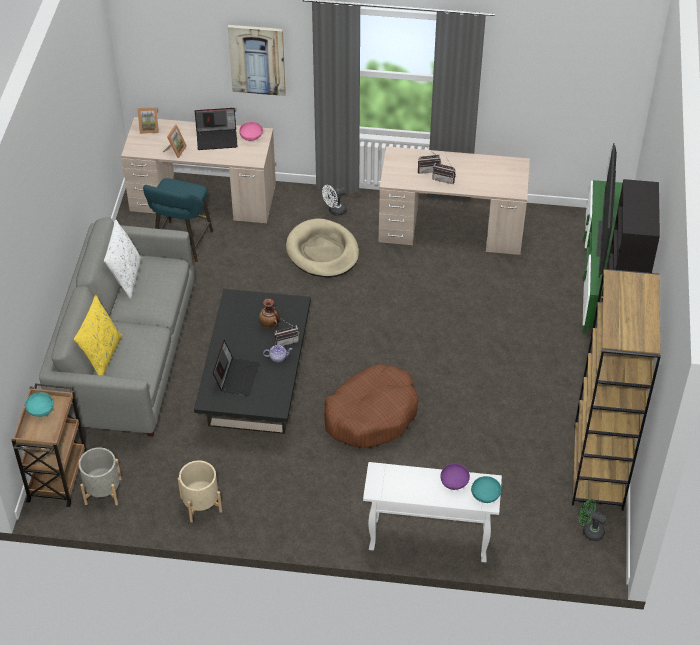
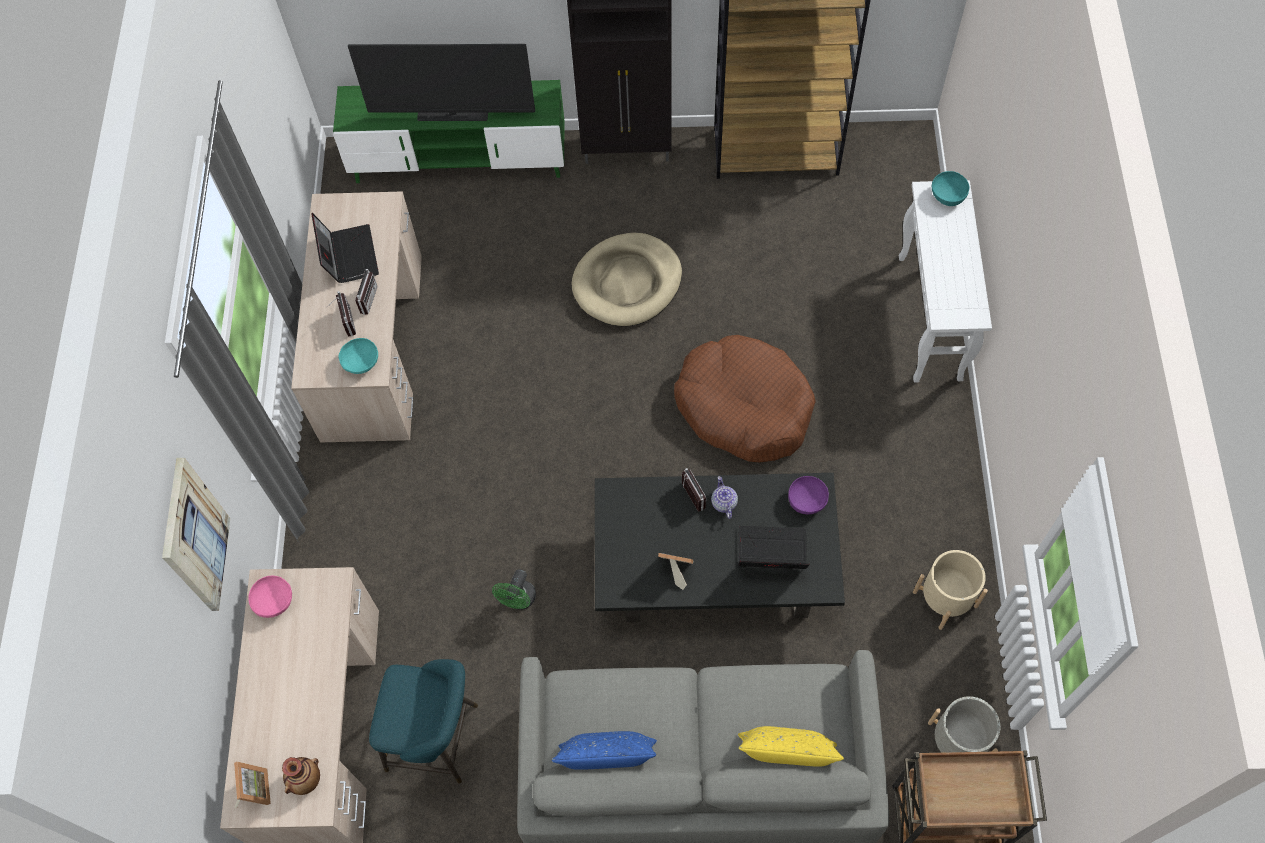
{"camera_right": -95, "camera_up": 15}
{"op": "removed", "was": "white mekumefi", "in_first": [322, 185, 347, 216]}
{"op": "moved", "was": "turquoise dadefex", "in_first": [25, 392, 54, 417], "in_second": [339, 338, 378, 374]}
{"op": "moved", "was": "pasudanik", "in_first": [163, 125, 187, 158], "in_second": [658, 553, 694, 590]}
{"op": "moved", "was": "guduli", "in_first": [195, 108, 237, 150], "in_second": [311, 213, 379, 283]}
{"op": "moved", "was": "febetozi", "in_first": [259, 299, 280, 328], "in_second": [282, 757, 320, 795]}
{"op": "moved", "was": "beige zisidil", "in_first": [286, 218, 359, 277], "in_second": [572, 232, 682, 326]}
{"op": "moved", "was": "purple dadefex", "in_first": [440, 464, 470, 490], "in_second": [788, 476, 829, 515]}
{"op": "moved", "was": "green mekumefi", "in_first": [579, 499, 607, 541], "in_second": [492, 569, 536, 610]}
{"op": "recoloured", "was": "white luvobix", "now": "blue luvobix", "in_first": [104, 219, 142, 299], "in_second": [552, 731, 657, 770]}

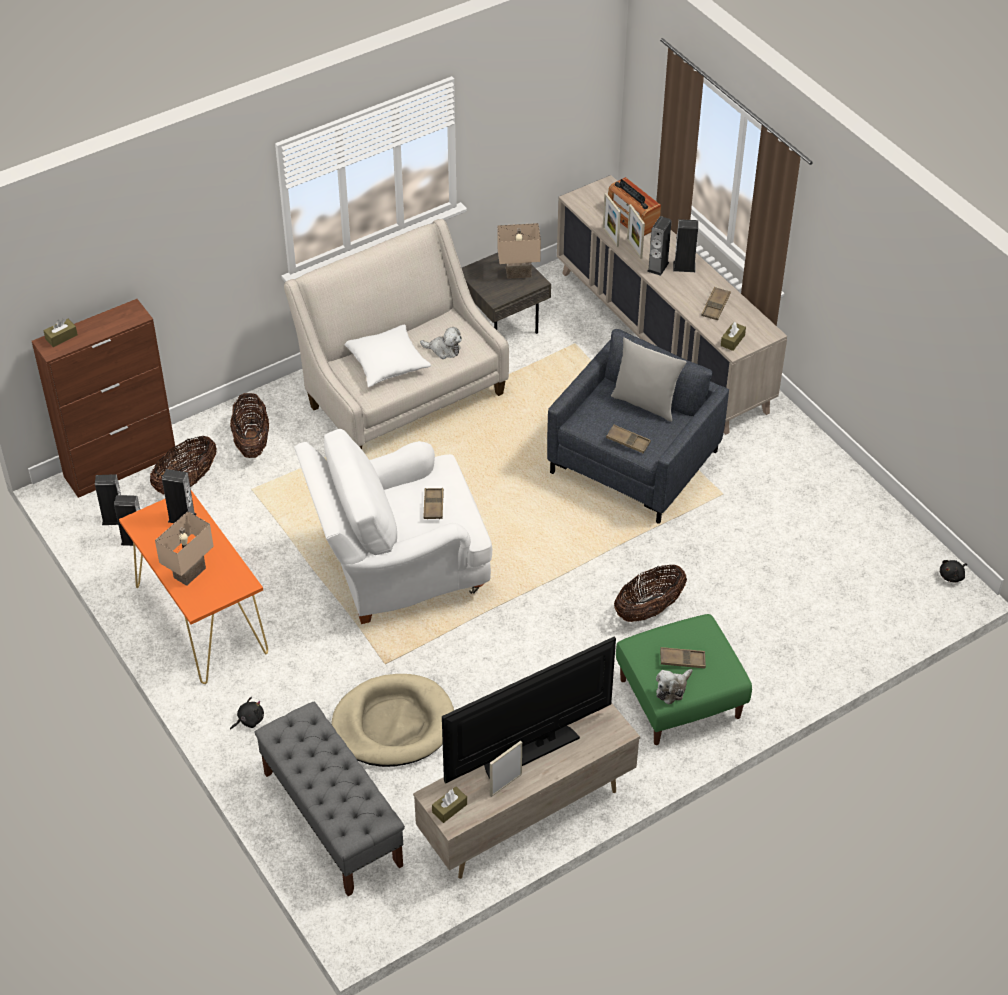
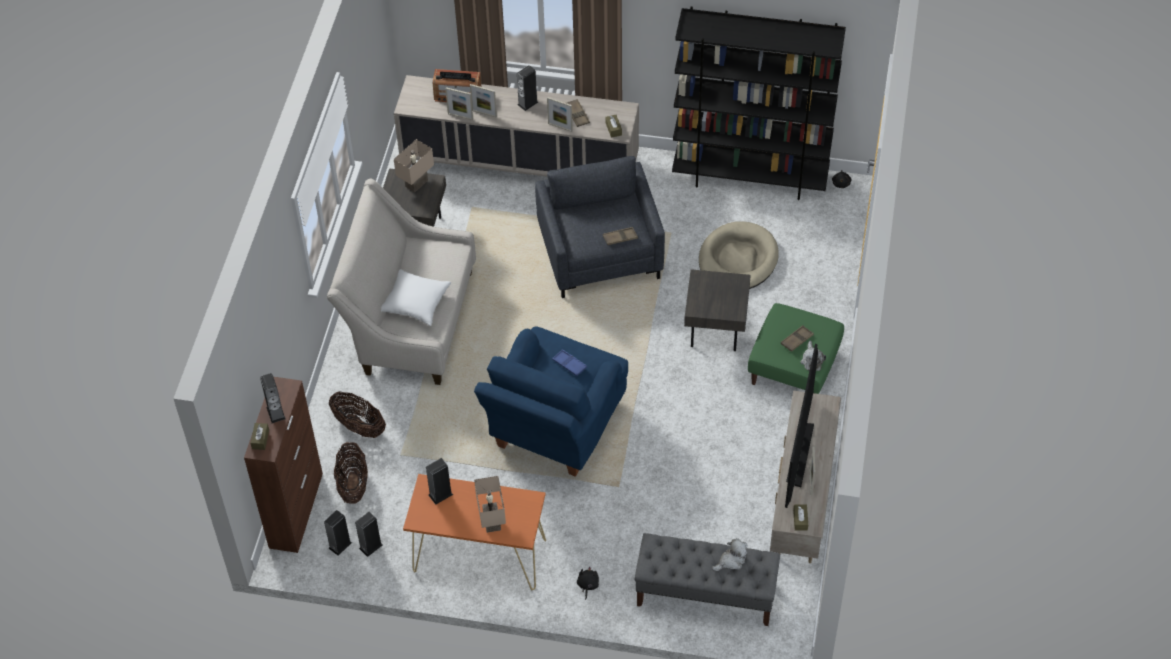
{"camera_right": -45, "camera_up": 5}
{"op": "removed", "was": "grey luvobix", "in_first": [611, 337, 686, 422]}
{"op": "added", "now": "pasudanik", "in_second": [547, 97, 573, 132]}
{"op": "added", "now": "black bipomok", "in_second": [672, 7, 846, 200]}
{"op": "moved", "was": "beige zisidil", "in_first": [331, 674, 454, 767], "in_second": [699, 222, 779, 289]}
{"op": "moved", "was": "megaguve", "in_first": [420, 327, 462, 359], "in_second": [712, 538, 748, 571]}
{"op": "moved", "was": "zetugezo", "in_first": [647, 216, 671, 276], "in_second": [260, 373, 285, 423]}
{"op": "replaced", "was": "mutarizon", "now": "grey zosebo", "in_first": [614, 564, 687, 622], "in_second": [684, 269, 751, 351]}
{"op": "recoloured", "was": "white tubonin", "now": "blue tubonin", "in_first": [294, 428, 492, 624], "in_second": [474, 326, 628, 477]}
{"op": "recoloured", "was": "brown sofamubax", "now": "blue sofamubax", "in_first": [423, 488, 444, 519], "in_second": [552, 349, 587, 376]}

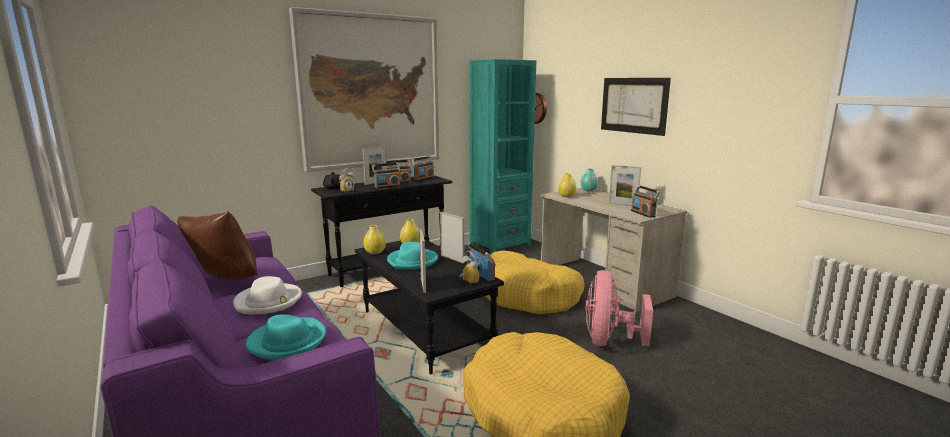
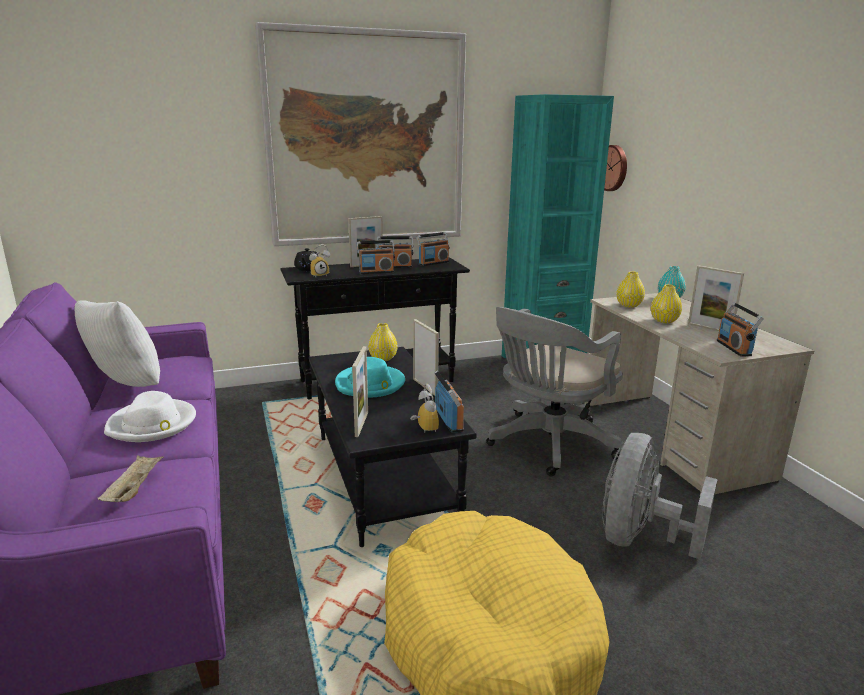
{"camera_right": 15, "camera_up": 5}
{"op": "removed", "was": "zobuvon", "in_first": [601, 78, 671, 136]}
{"op": "moved", "was": "yellow febetozi", "in_first": [363, 225, 386, 254], "in_second": [651, 284, 682, 323]}
{"op": "replaced", "was": "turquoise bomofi", "now": "beige sofamubax", "in_first": [246, 314, 326, 360], "in_second": [97, 455, 164, 502]}
{"op": "replaced", "was": "yellow zisidil", "now": "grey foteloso", "in_first": [485, 250, 585, 314], "in_second": [486, 307, 623, 476]}
{"op": "recoloured", "was": "brown luvobix", "now": "white luvobix", "in_first": [177, 211, 258, 279], "in_second": [75, 300, 160, 387]}
{"op": "recoloured", "was": "pink mekumefi", "now": "grey mekumefi", "in_first": [585, 270, 653, 346], "in_second": [602, 433, 718, 559]}

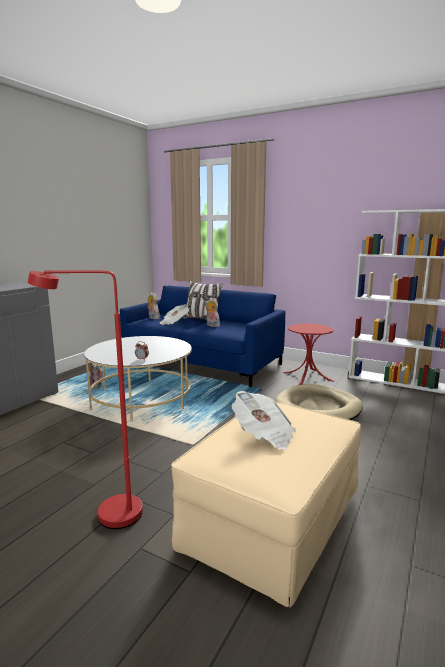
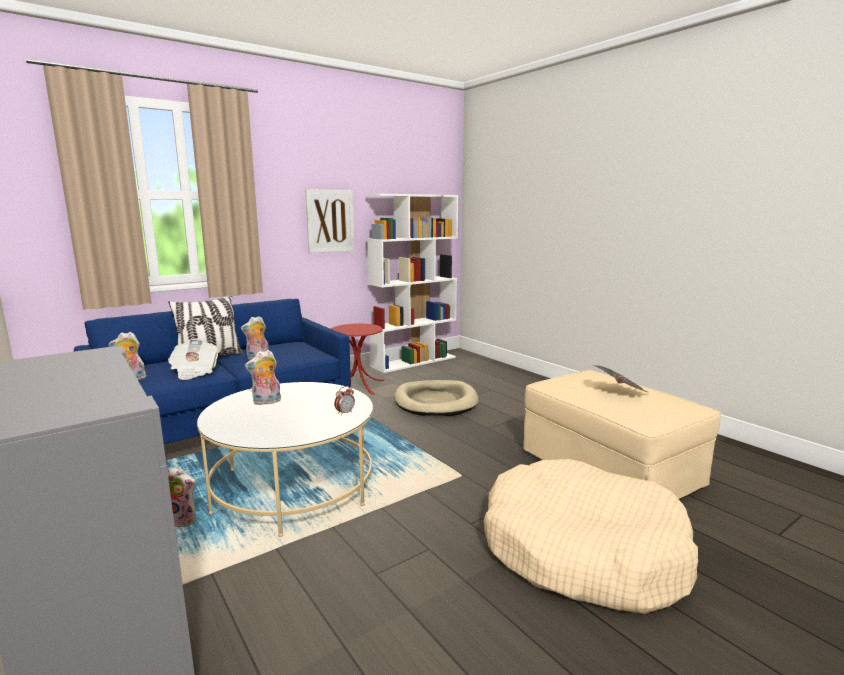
{"camera_right": -65, "camera_up": 0}
{"op": "added", "now": "megaguve", "in_second": [245, 350, 281, 405]}
{"op": "added", "now": "zobuvon", "in_second": [305, 189, 354, 253]}
{"op": "replaced", "was": "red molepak", "now": "beige zisidil", "in_first": [28, 270, 143, 529], "in_second": [484, 459, 698, 614]}

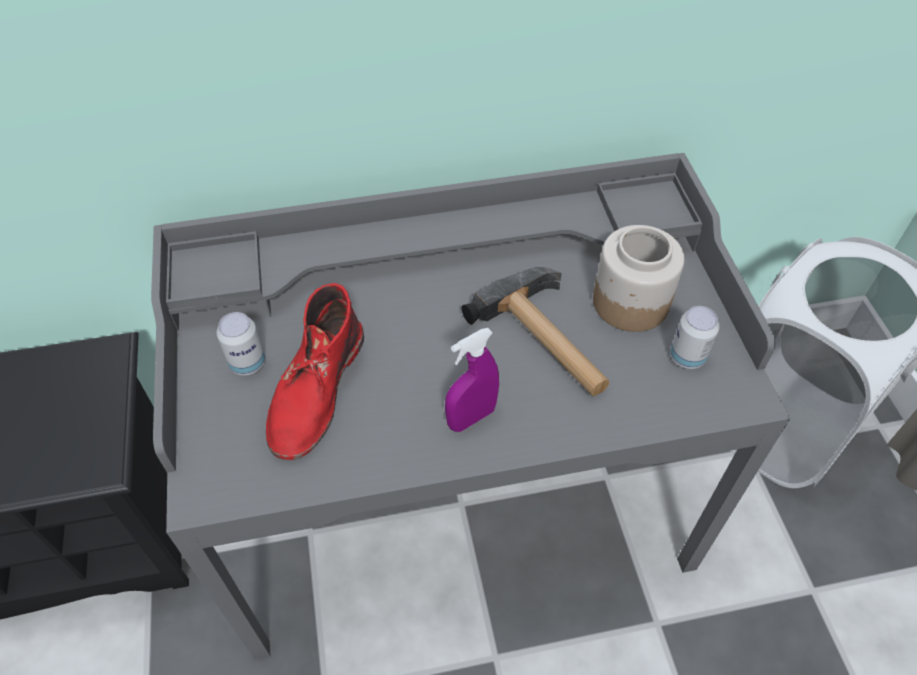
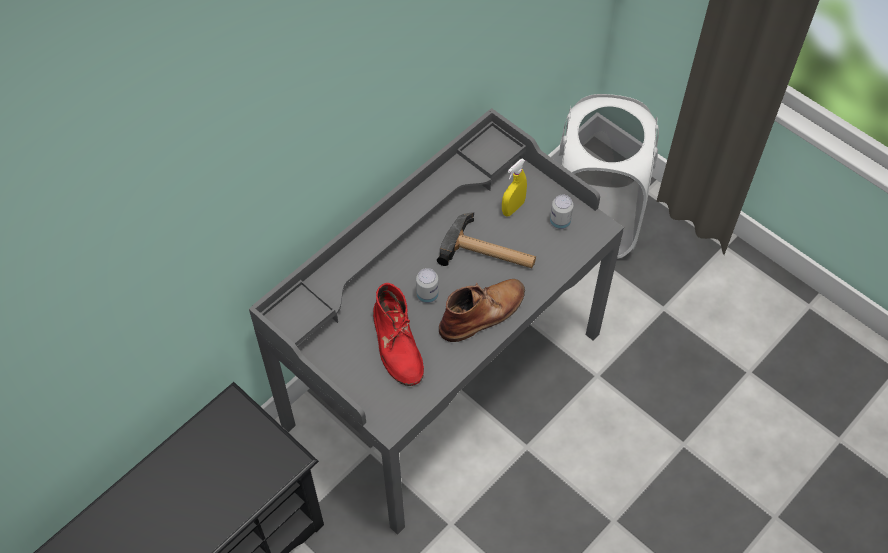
{"camera_right": -35, "camera_up": 5}
{"op": "moved", "was": "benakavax", "in_first": [217, 312, 265, 375], "in_second": [416, 268, 438, 303]}
{"op": "replaced", "was": "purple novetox", "now": "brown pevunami", "in_first": [445, 328, 499, 432], "in_second": [439, 279, 525, 342]}
{"op": "replaced", "was": "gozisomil", "now": "yellow novetox", "in_first": [593, 225, 685, 332], "in_second": [502, 159, 527, 216]}

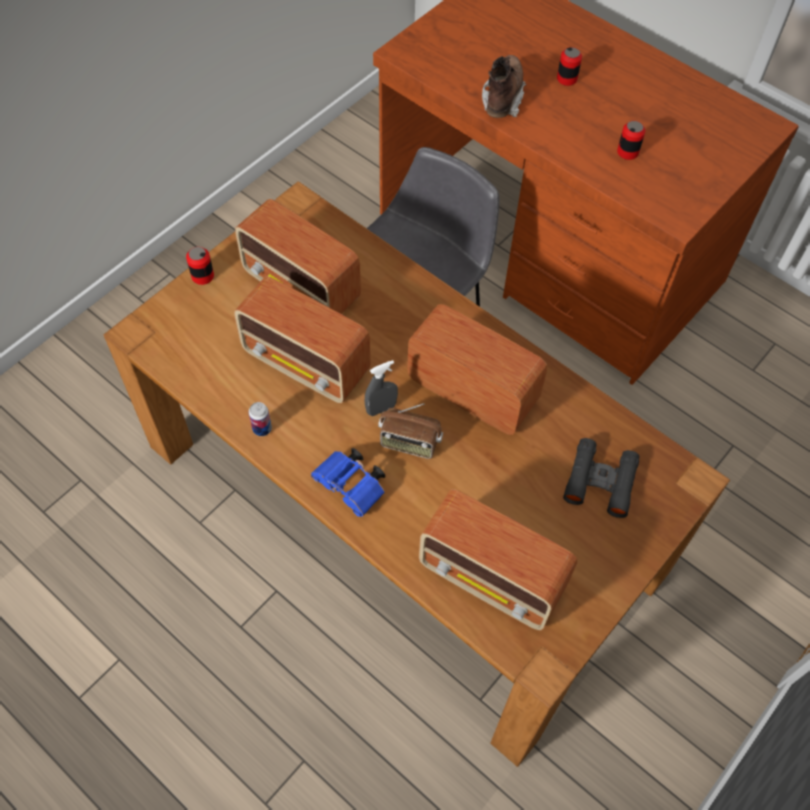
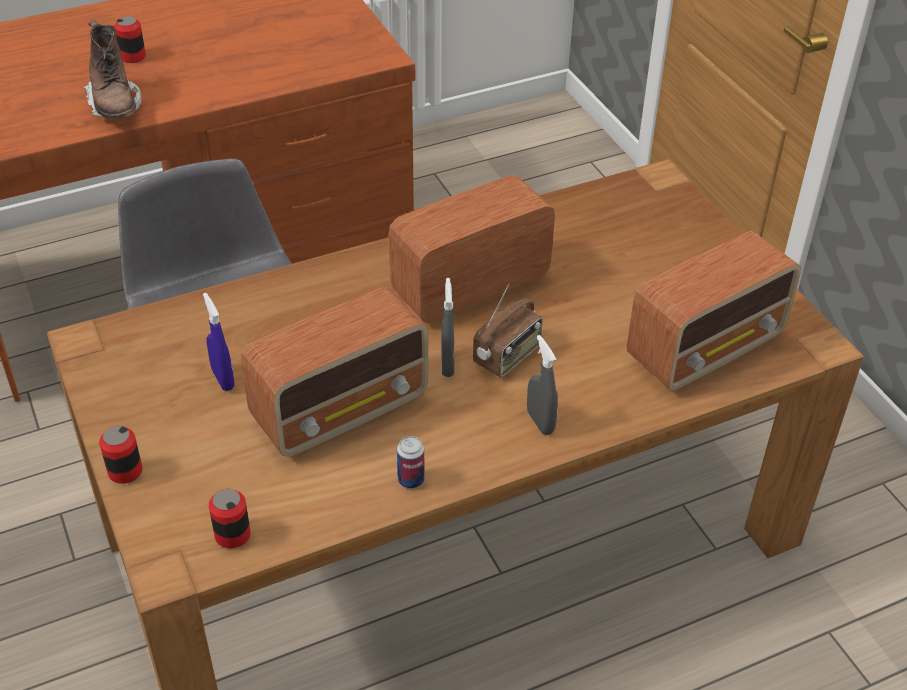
{"camera_right": -65, "camera_up": -15}
{"op": "removed", "was": "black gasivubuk", "in_first": [563, 438, 640, 518]}
{"op": "moved", "was": "benakavax", "in_first": [617, 121, 645, 160], "in_second": [209, 489, 251, 548]}
{"op": "replaced", "was": "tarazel", "now": "blue novetox", "in_first": [235, 199, 361, 314], "in_second": [203, 293, 235, 391]}
{"op": "replaced", "was": "blue gasivubuk", "now": "grey novetox", "in_first": [311, 448, 386, 517], "in_second": [527, 335, 558, 435]}
{"op": "turned", "was": "brown pevunami", "in_first": [482, 55, 526, 118], "in_second": [83, 20, 142, 120], "clockwise": -150}

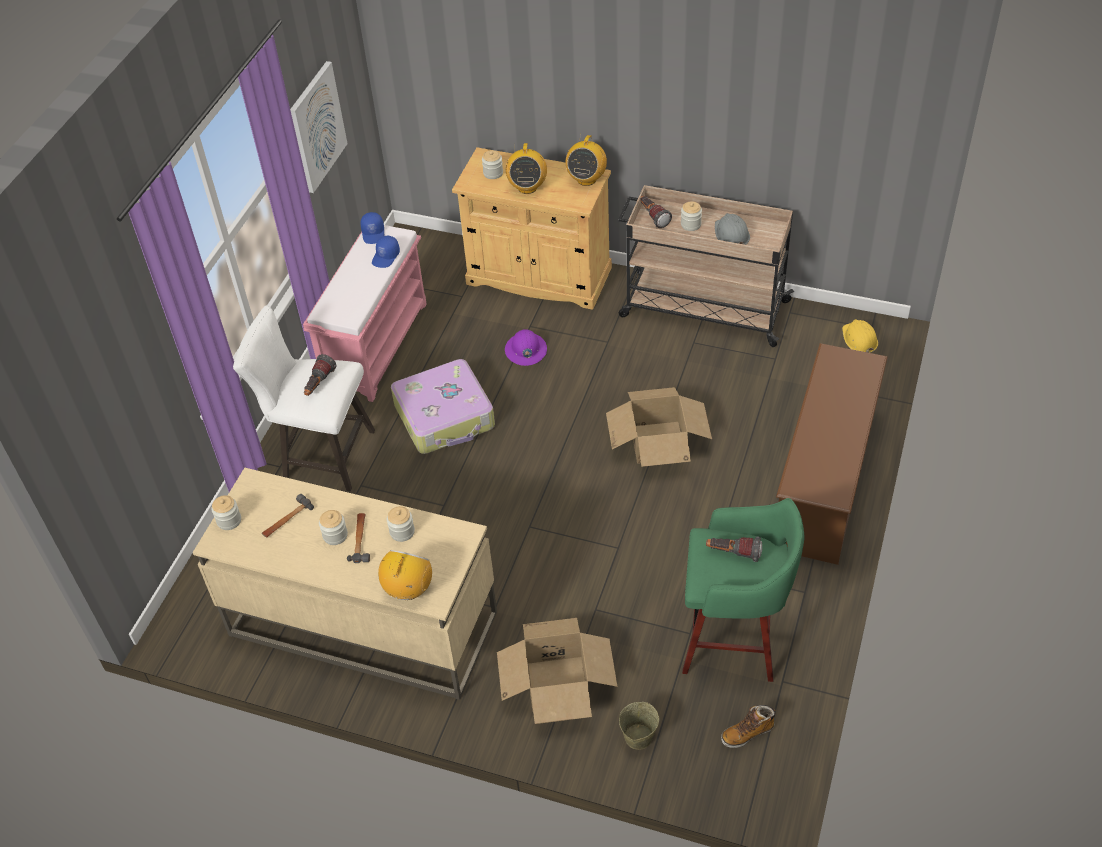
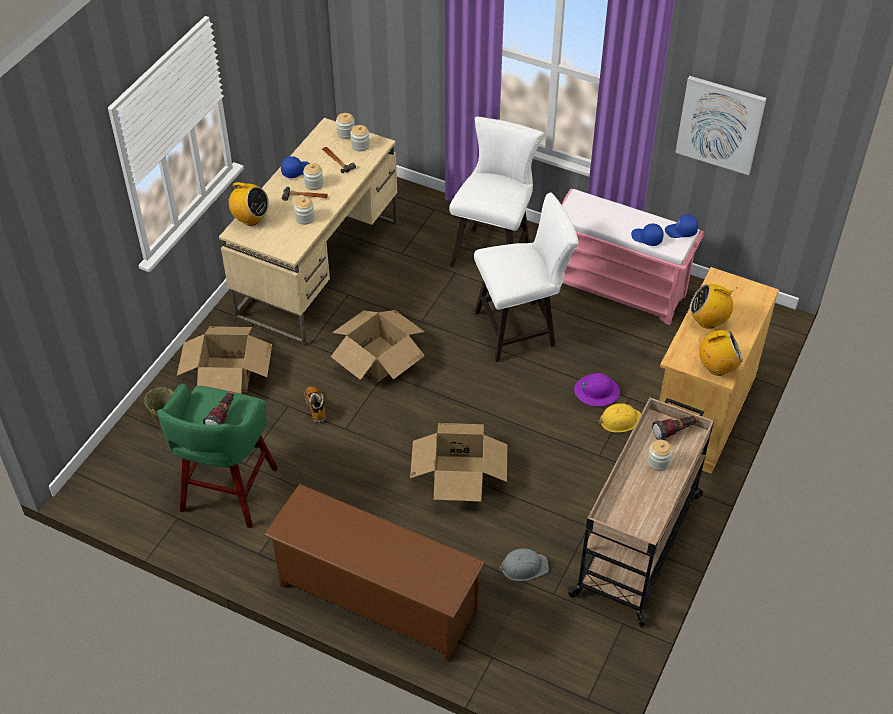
{"camera_right": 95, "camera_up": 0}
{"op": "removed", "was": "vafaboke", "in_first": [304, 354, 336, 396]}
{"op": "added", "now": "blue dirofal", "in_second": [281, 156, 310, 178]}
{"op": "added", "now": "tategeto", "in_second": [331, 310, 425, 382]}
{"op": "moved", "was": "gozisomil", "in_first": [482, 150, 503, 179], "in_second": [350, 125, 370, 151]}
{"op": "moved", "was": "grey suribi", "in_first": [715, 213, 750, 245], "in_second": [499, 548, 549, 581]}
{"op": "moved", "was": "pevunami", "in_first": [721, 705, 776, 748], "in_second": [305, 386, 326, 423]}
{"op": "moved", "was": "yellow suribi", "in_first": [842, 319, 878, 353], "in_second": [598, 403, 641, 433]}
{"op": "replaced", "was": "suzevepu", "now": "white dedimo", "in_first": [391, 359, 495, 454], "in_second": [474, 193, 579, 362]}
{"op": "turned", "was": "tarazel", "in_first": [566, 135, 607, 186], "in_second": [699, 330, 743, 376], "clockwise": 150}

